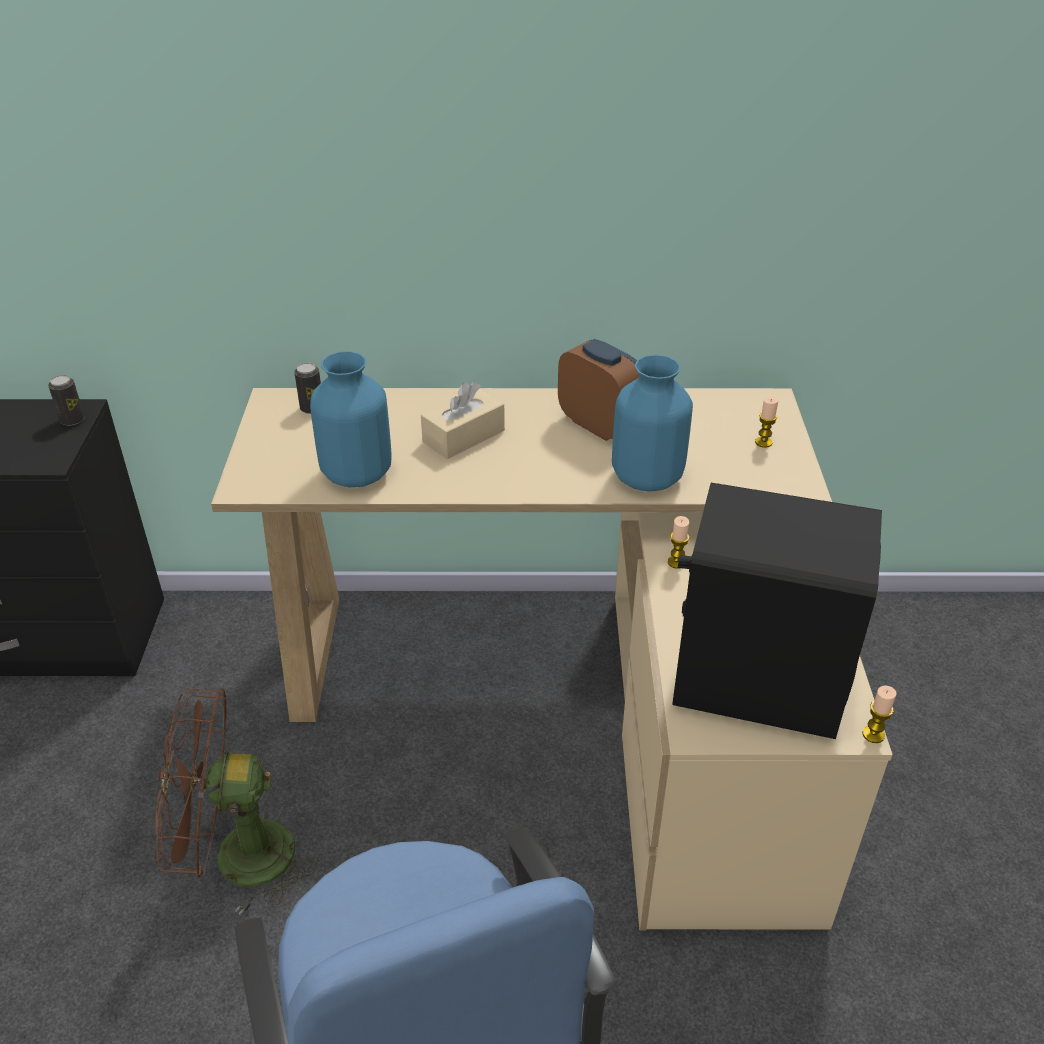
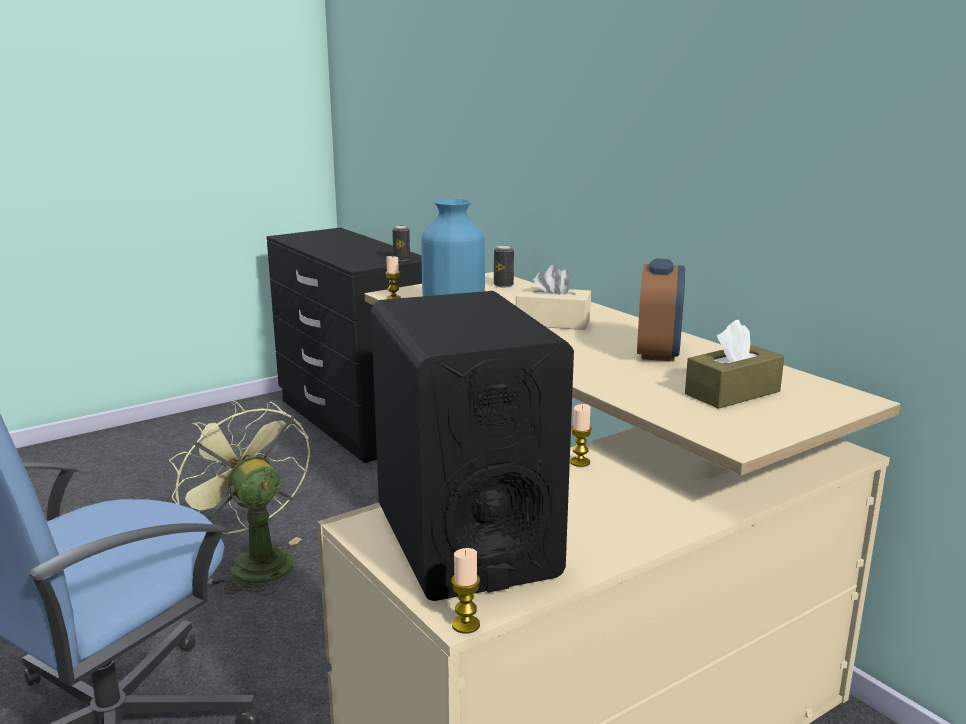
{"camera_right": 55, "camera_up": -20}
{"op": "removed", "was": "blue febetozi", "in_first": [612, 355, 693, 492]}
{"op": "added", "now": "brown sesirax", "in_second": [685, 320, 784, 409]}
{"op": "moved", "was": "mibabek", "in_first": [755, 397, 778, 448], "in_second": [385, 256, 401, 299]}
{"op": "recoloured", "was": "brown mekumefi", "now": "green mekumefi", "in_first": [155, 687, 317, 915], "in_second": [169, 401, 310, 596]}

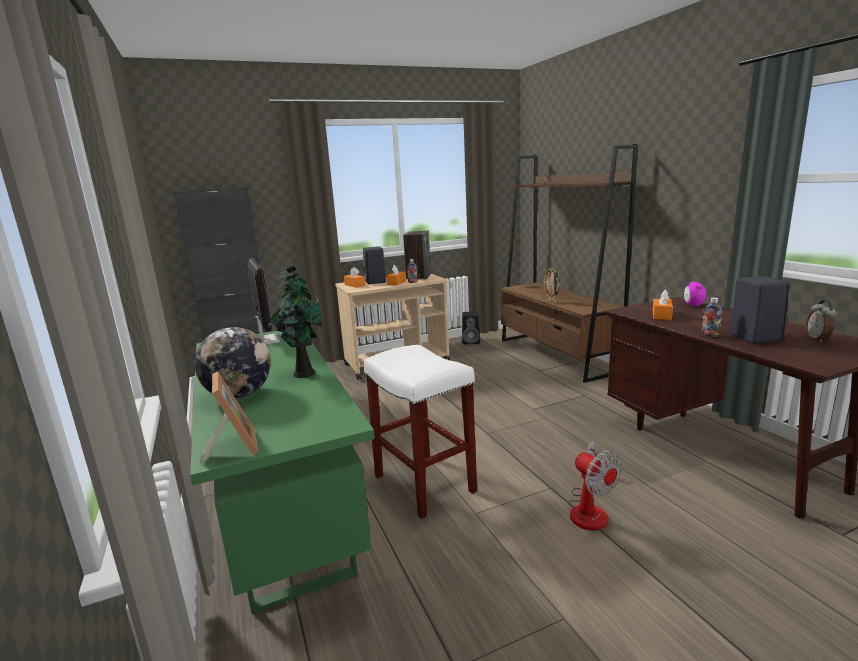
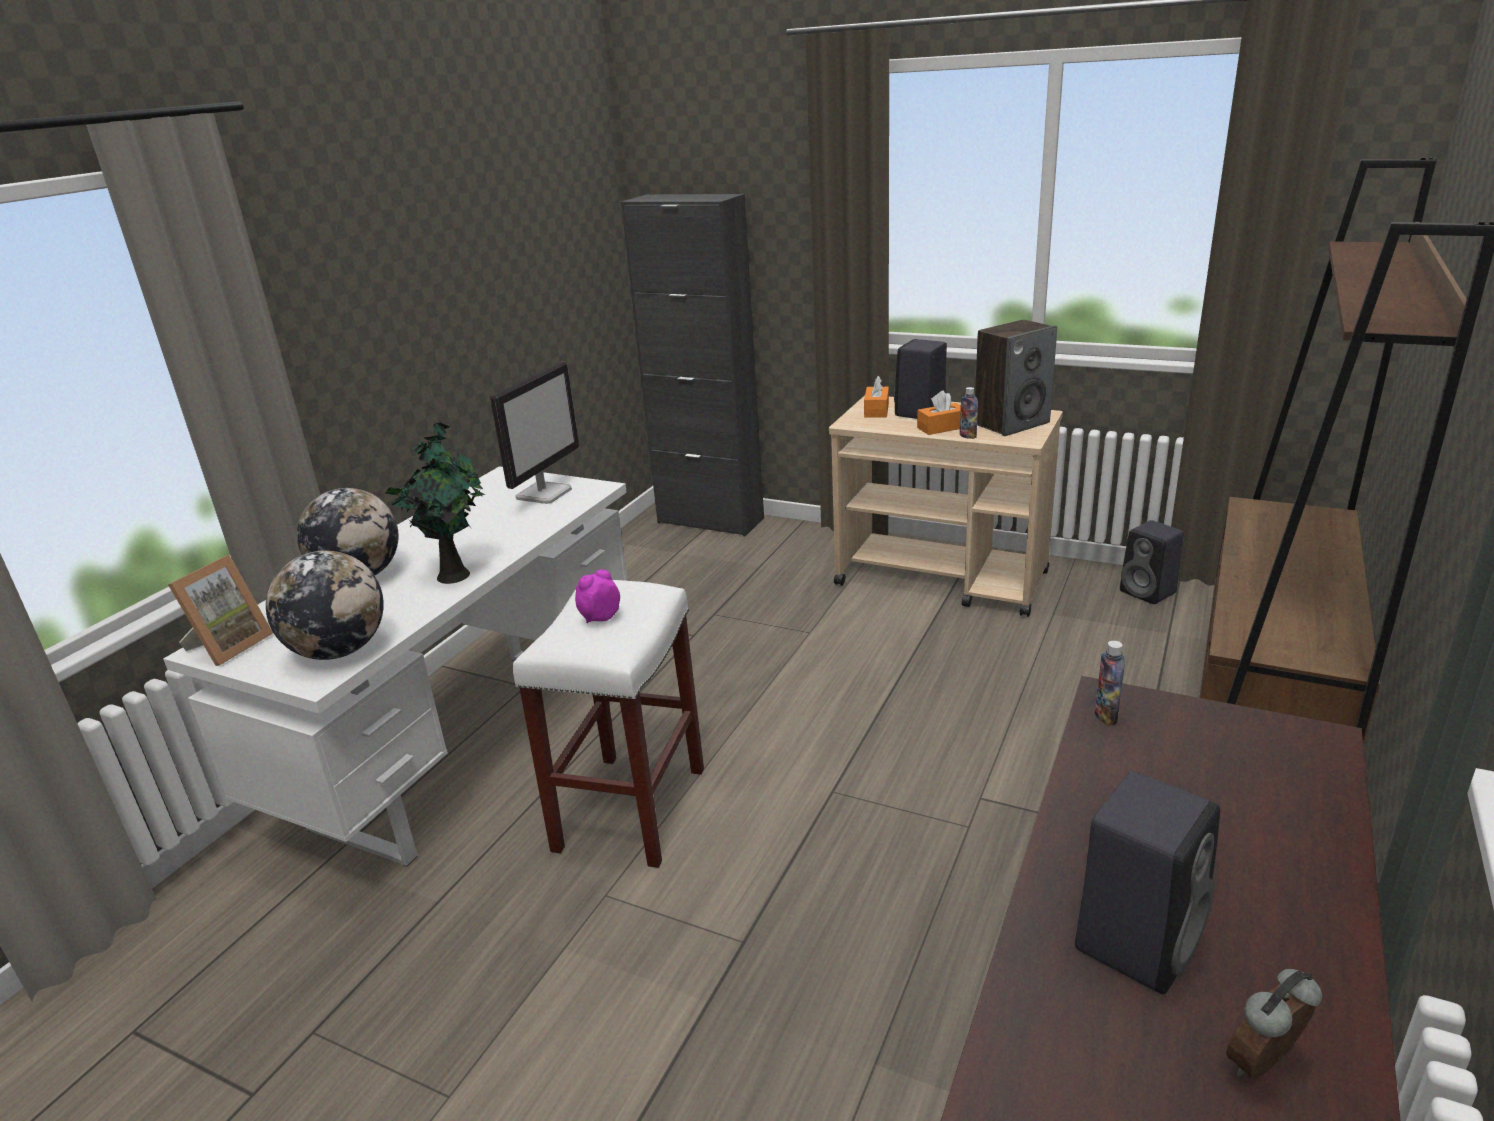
{"camera_right": 50, "camera_up": 10}
{"op": "removed", "was": "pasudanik", "in_first": [544, 267, 559, 303]}
{"op": "removed", "was": "mekumefi", "in_first": [568, 441, 622, 531]}
{"op": "removed", "was": "orange sesirax", "in_first": [653, 290, 673, 320]}
{"op": "added", "now": "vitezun", "in_second": [266, 551, 384, 660]}
{"op": "moved", "was": "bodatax", "in_first": [684, 281, 706, 307], "in_second": [575, 569, 620, 623]}
{"op": "moved", "was": "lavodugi", "in_first": [701, 297, 723, 337], "in_second": [1095, 641, 1125, 725]}
{"op": "recoloured", "was": "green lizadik", "now": "white lizadik", "in_first": [190, 331, 375, 614], "in_second": [163, 466, 628, 867]}

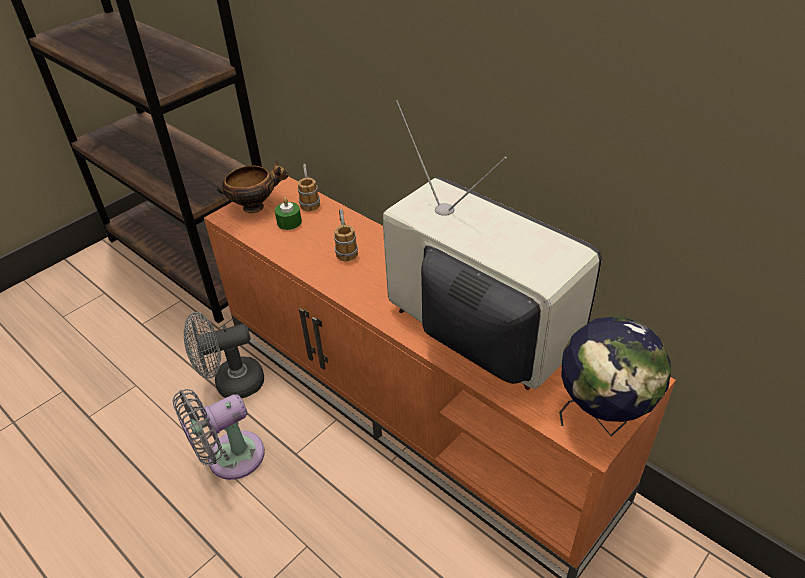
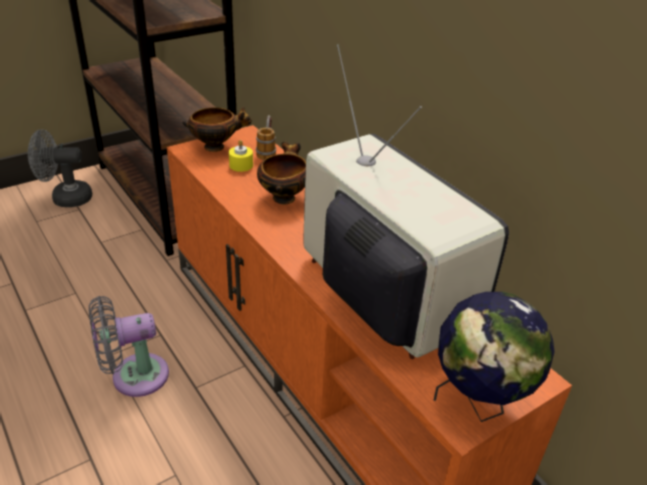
{"camera_right": 10, "camera_up": -5}
{"op": "moved", "was": "grey mekumefi", "in_first": [184, 312, 264, 398], "in_second": [28, 129, 92, 207]}
{"op": "replaced", "was": "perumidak", "now": "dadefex", "in_first": [334, 209, 358, 261], "in_second": [257, 142, 306, 204]}
{"op": "recoloured", "was": "green mibabek", "now": "yellow mibabek", "in_first": [275, 198, 302, 230], "in_second": [229, 140, 253, 172]}

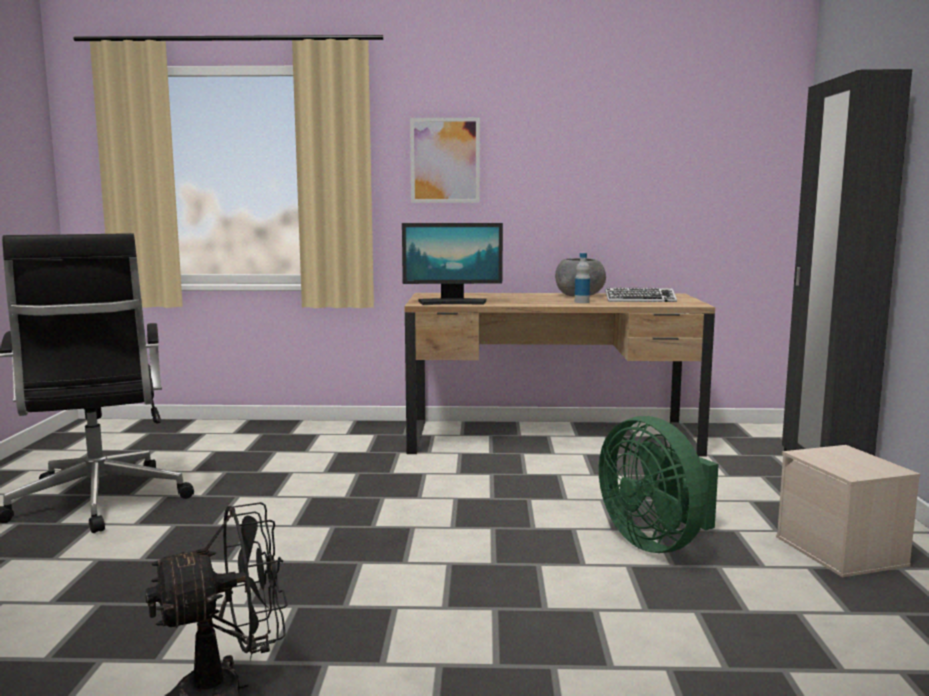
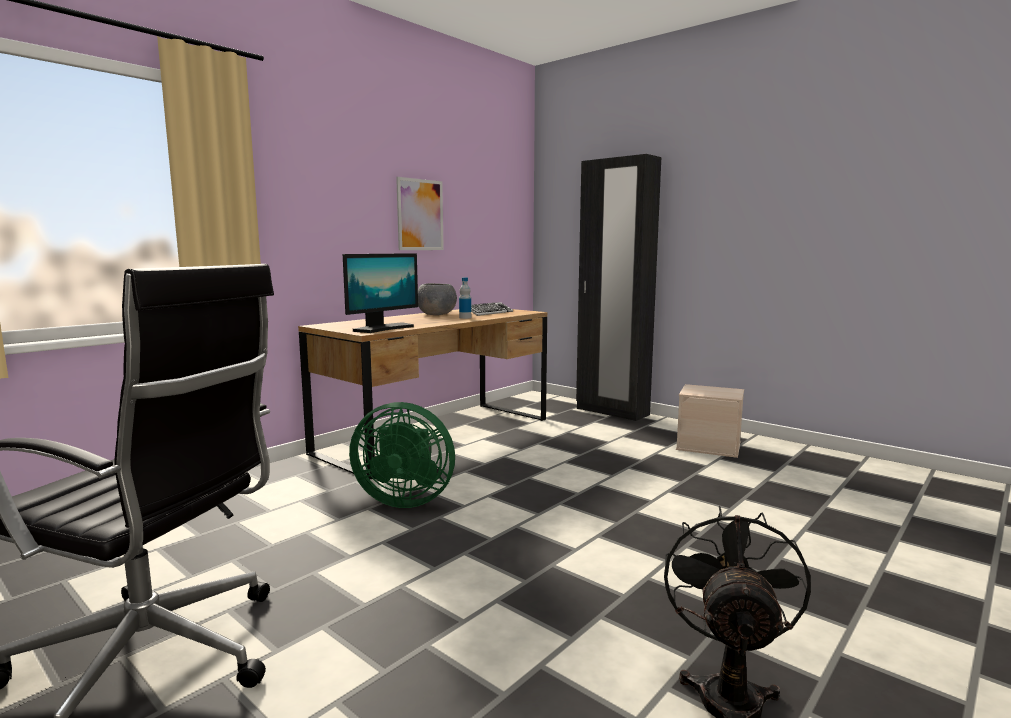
{"camera_right": -50, "camera_up": 0}
{"op": "moved", "was": "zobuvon", "in_first": [410, 118, 480, 203], "in_second": [396, 177, 444, 250]}
{"op": "moved", "was": "green mekumefi", "in_first": [599, 416, 719, 553], "in_second": [349, 402, 455, 508]}

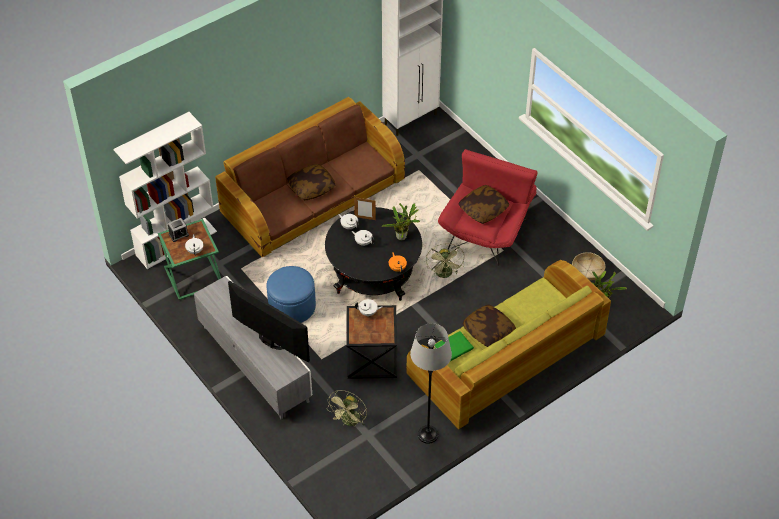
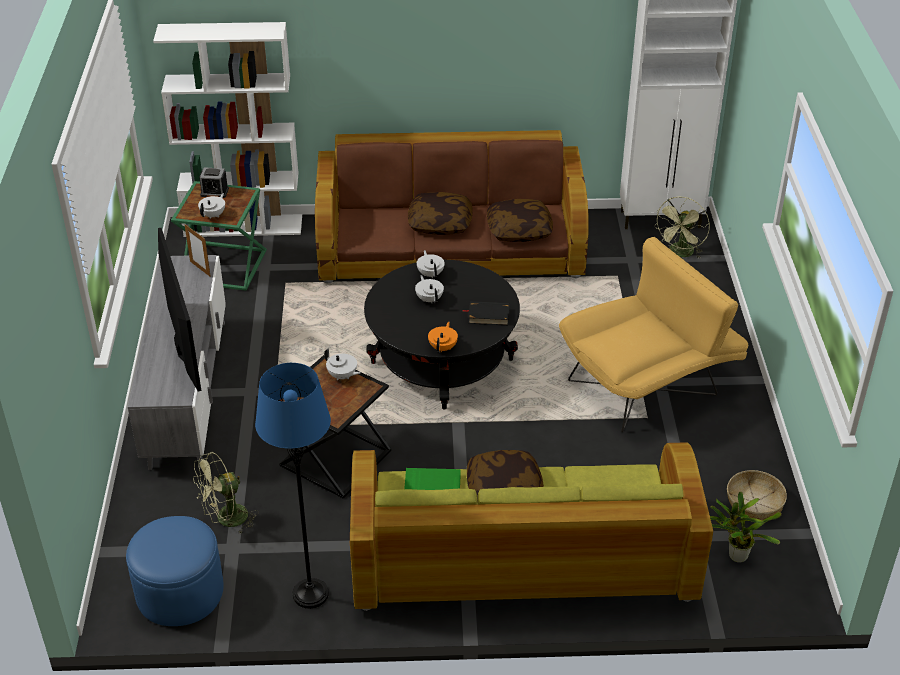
{"camera_right": 35, "camera_up": -10}
{"op": "moved", "was": "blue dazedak", "in_first": [267, 266, 316, 323], "in_second": [126, 516, 224, 626]}
{"op": "moved", "was": "pasudanik", "in_first": [354, 197, 376, 220], "in_second": [184, 224, 211, 277]}
{"op": "moved", "was": "green mekumefi", "in_first": [426, 243, 464, 278], "in_second": [654, 197, 710, 258]}
{"op": "moved", "was": "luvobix", "in_first": [458, 185, 509, 224], "in_second": [487, 199, 553, 242]}
{"op": "replaced", "was": "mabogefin", "now": "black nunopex", "in_first": [382, 203, 420, 241], "in_second": [463, 301, 510, 325]}
{"op": "recoloured", "was": "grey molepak", "now": "blue molepak", "in_first": [410, 323, 452, 444], "in_second": [255, 363, 331, 609]}
{"op": "recoloured", "was": "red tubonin", "now": "yellow tubonin", "in_first": [438, 149, 537, 266], "in_second": [559, 237, 749, 432]}

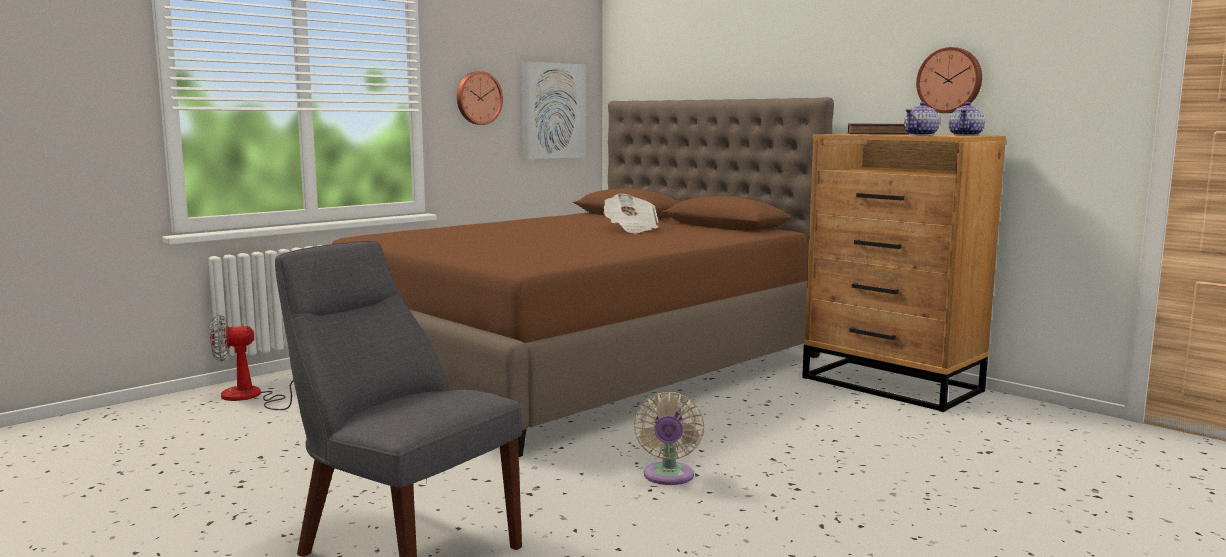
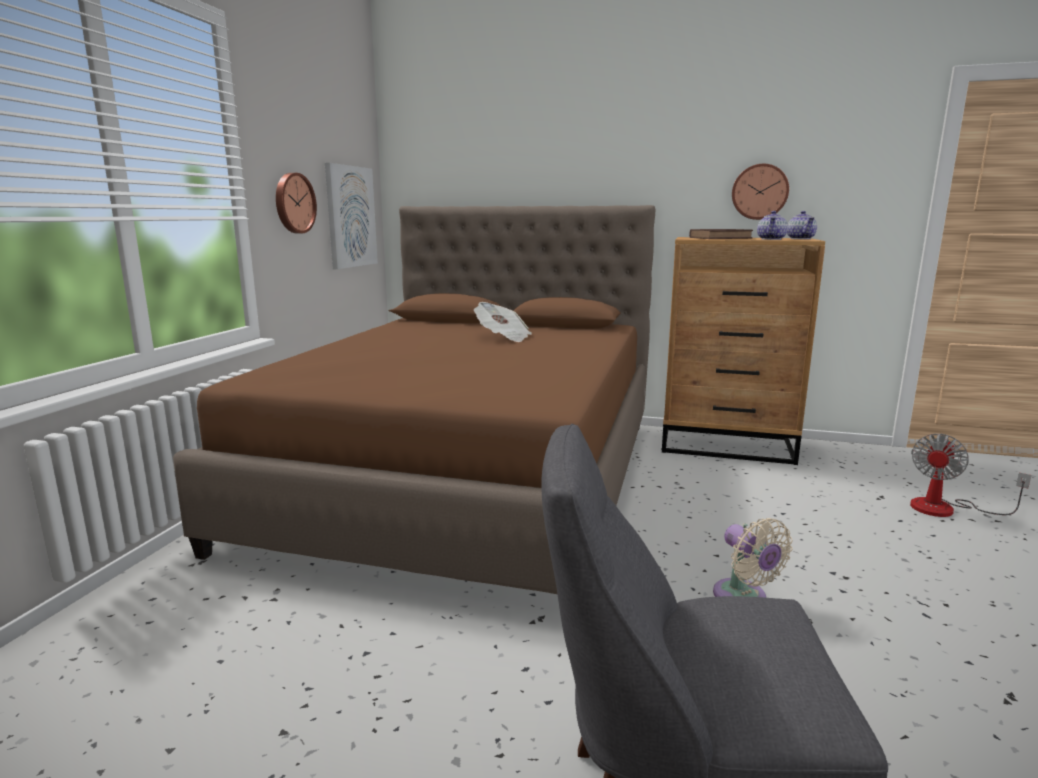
{"camera_right": -30, "camera_up": 5}
{"op": "moved", "was": "mekumefi", "in_first": [210, 315, 294, 410], "in_second": [910, 434, 1031, 517]}

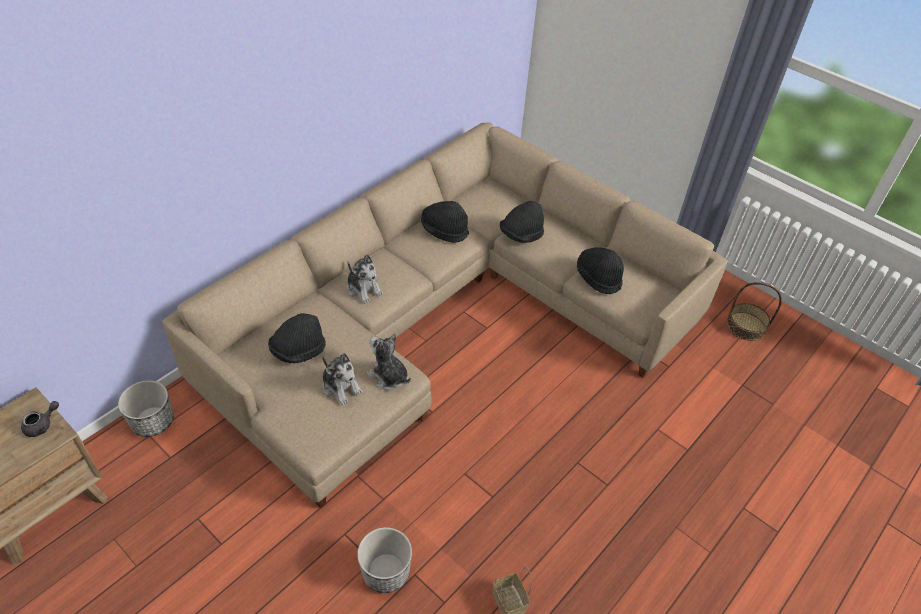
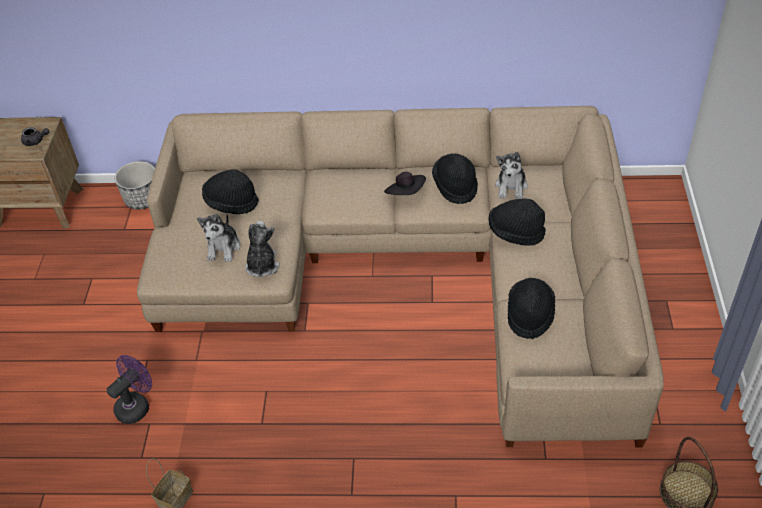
{"camera_right": 55, "camera_up": 0}
{"op": "added", "now": "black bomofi", "in_second": [384, 172, 426, 195]}
{"op": "moved", "was": "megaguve", "in_first": [347, 255, 383, 304], "in_second": [495, 152, 528, 199]}
{"op": "replaced", "was": "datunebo", "now": "purple mekumefi", "in_first": [357, 527, 412, 593], "in_second": [107, 355, 152, 424]}

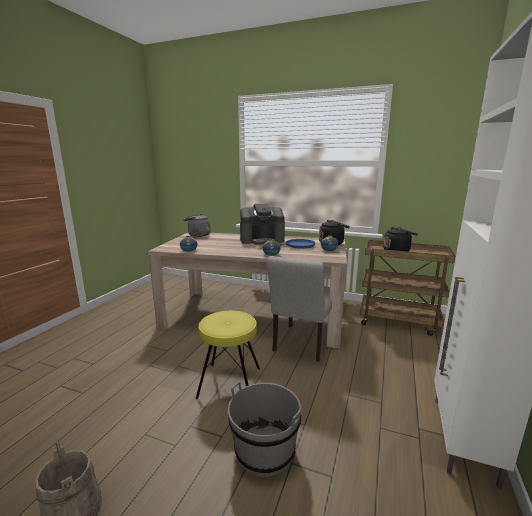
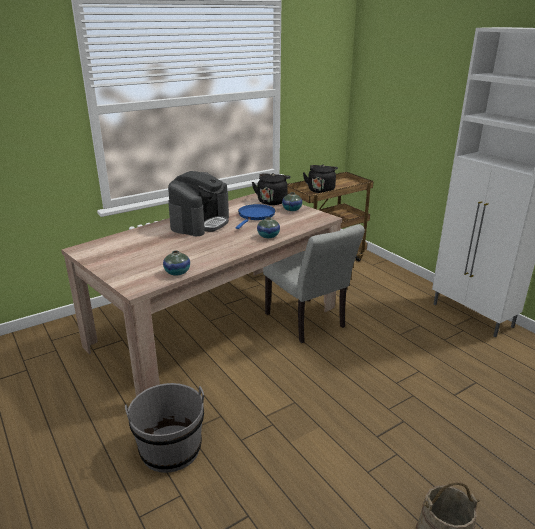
{"camera_right": -55, "camera_up": 10}
{"op": "removed", "was": "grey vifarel", "in_first": [183, 214, 210, 237]}
{"op": "removed", "was": "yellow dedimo", "in_first": [196, 311, 260, 399]}
{"op": "moved", "was": "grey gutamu", "in_first": [228, 381, 301, 477], "in_second": [125, 383, 204, 473]}

